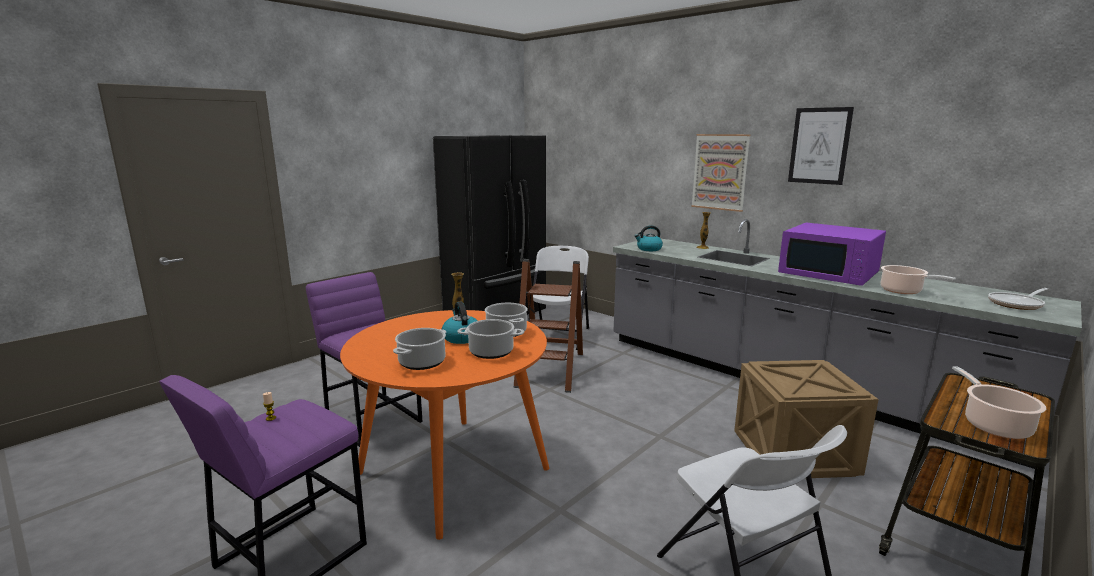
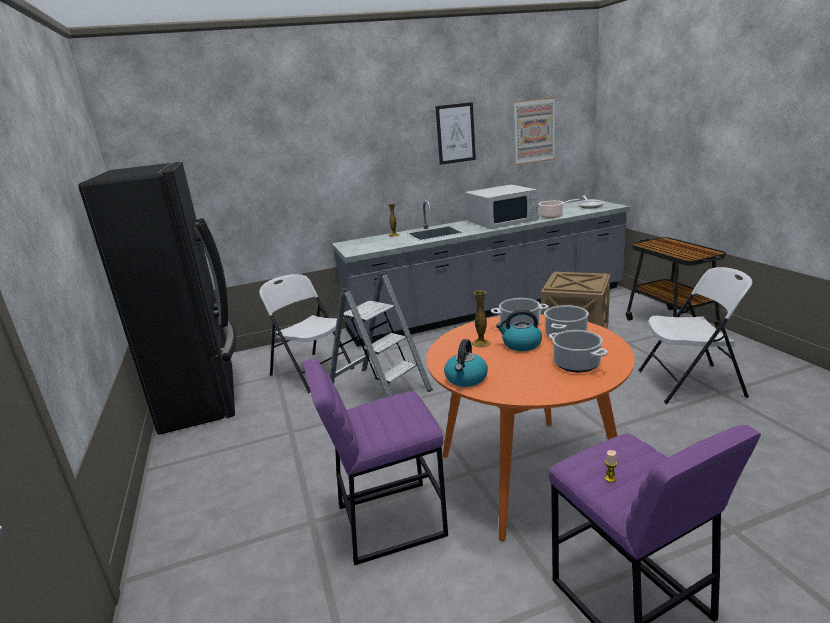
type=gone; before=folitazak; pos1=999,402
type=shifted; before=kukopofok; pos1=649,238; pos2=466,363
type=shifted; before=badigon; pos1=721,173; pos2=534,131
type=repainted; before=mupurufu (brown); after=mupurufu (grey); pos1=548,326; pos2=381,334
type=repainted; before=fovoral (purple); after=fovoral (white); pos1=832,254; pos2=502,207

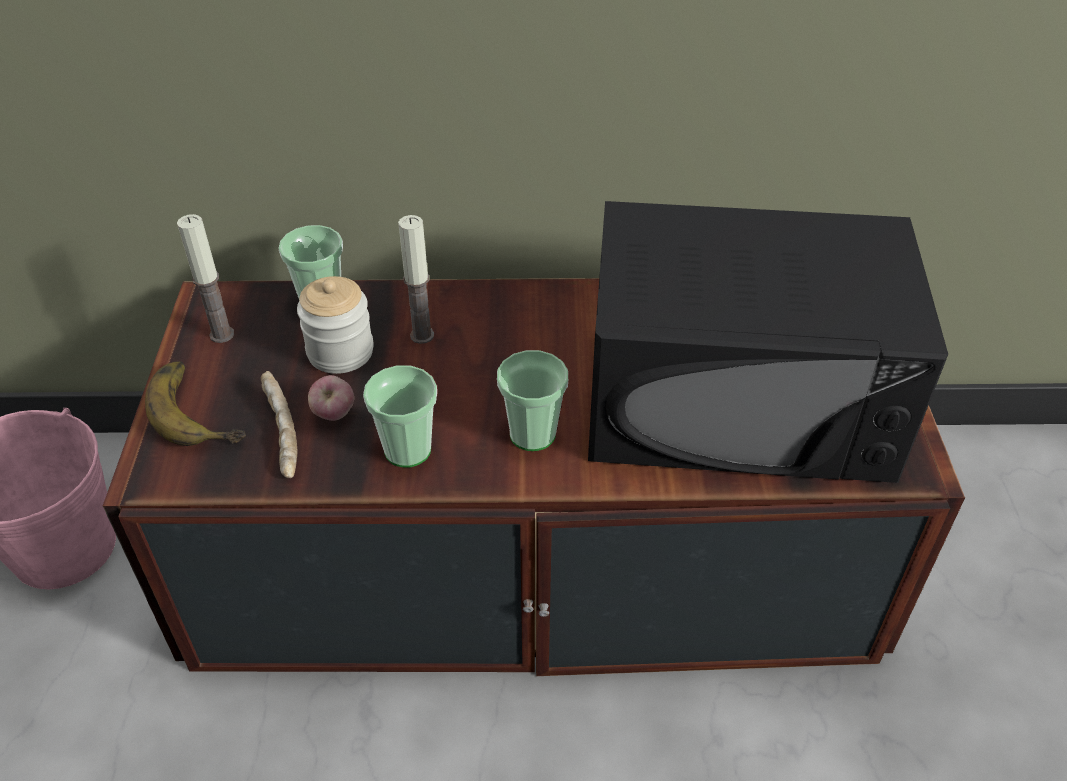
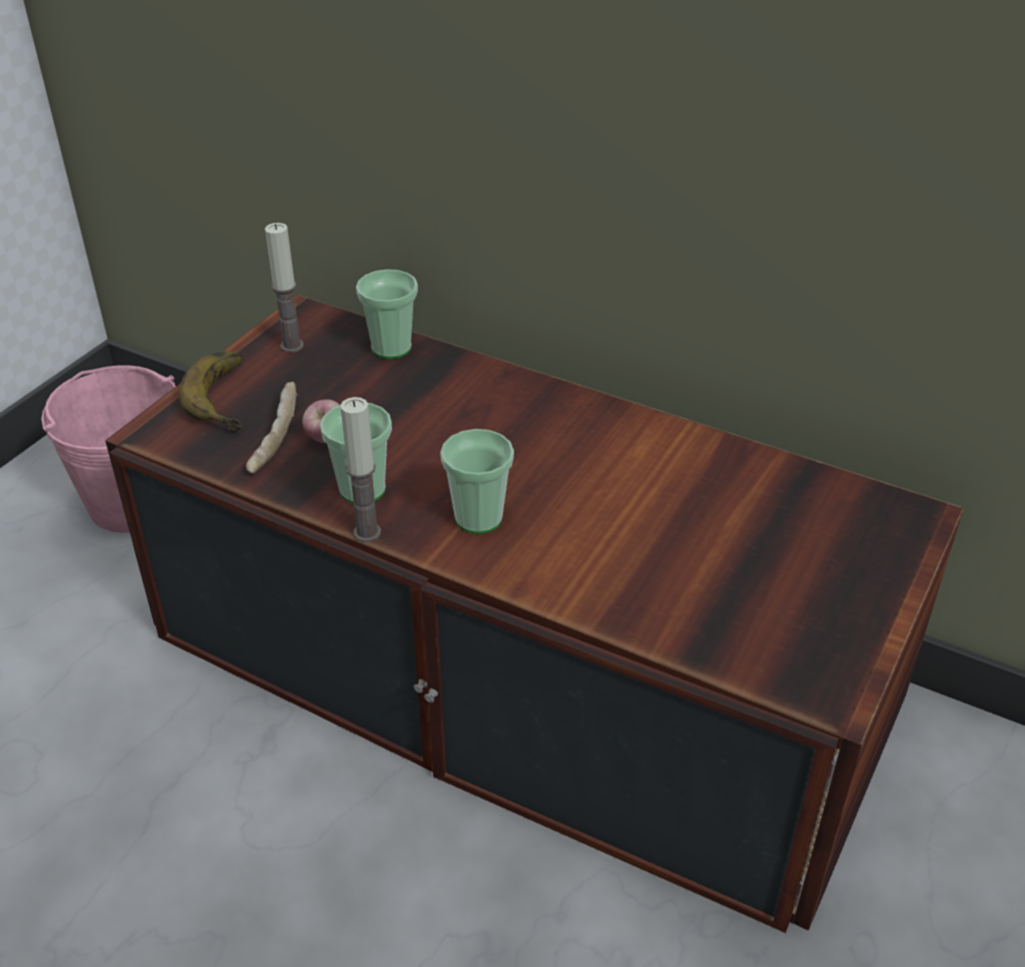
type=gone; before=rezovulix; pos1=335,325
type=gone; before=fovoral (black); pos1=768,342
type=shifted; before=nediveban; pos1=416,279; pos2=360,469

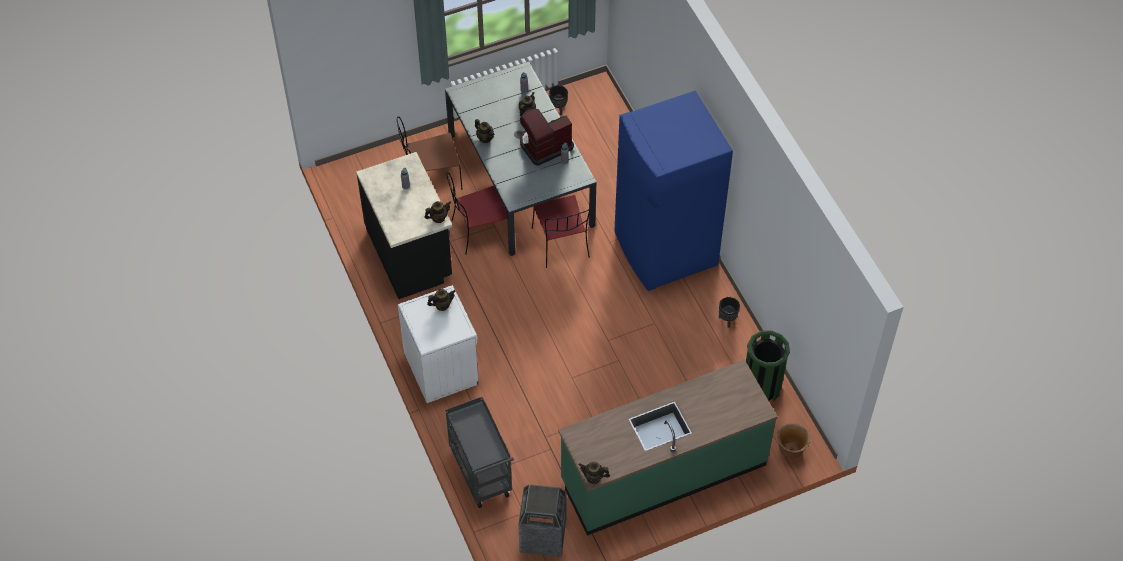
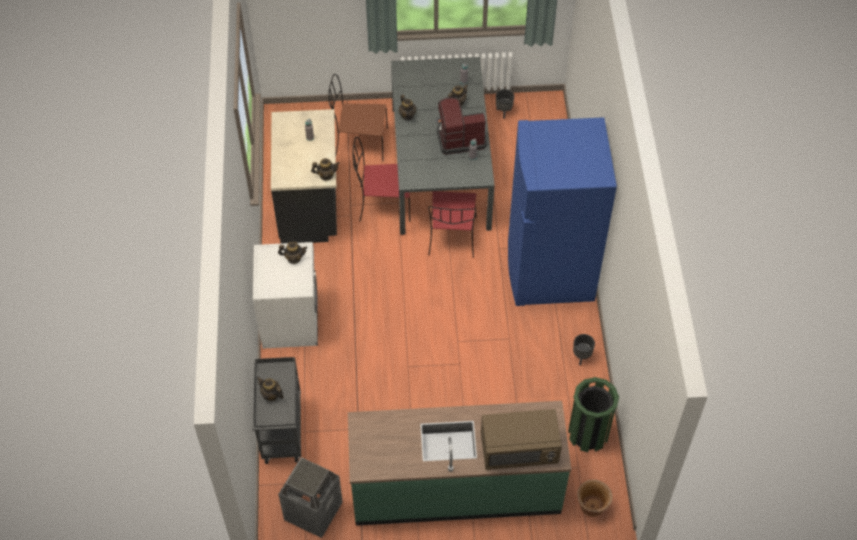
type=new; after=fovoral (brown); pos2=521,439
type=shifted; before=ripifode; pos1=594,472; pos2=270,389

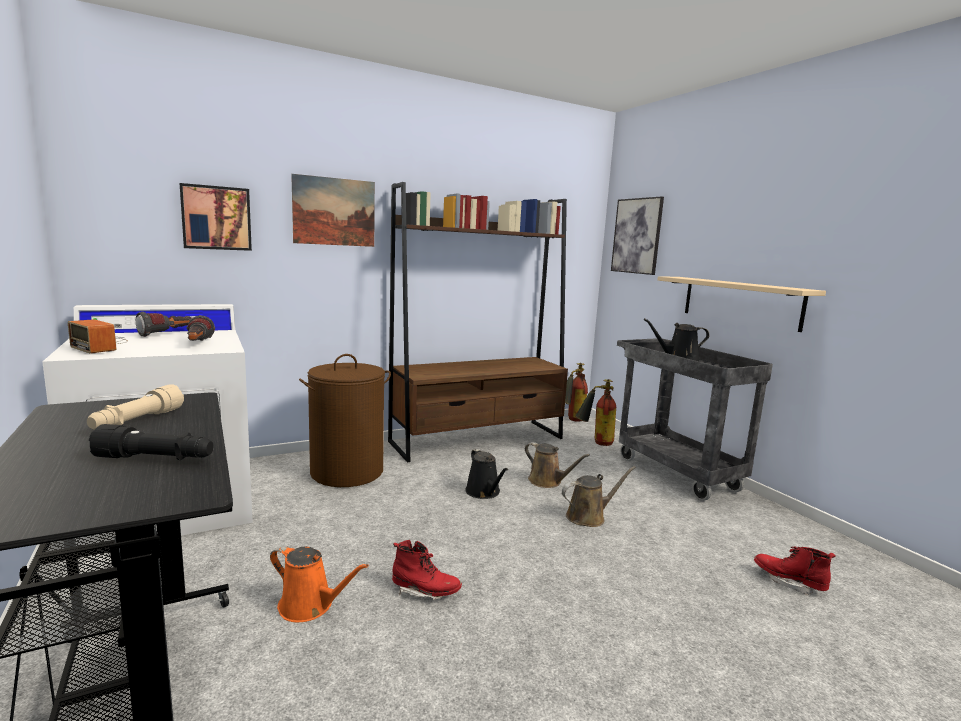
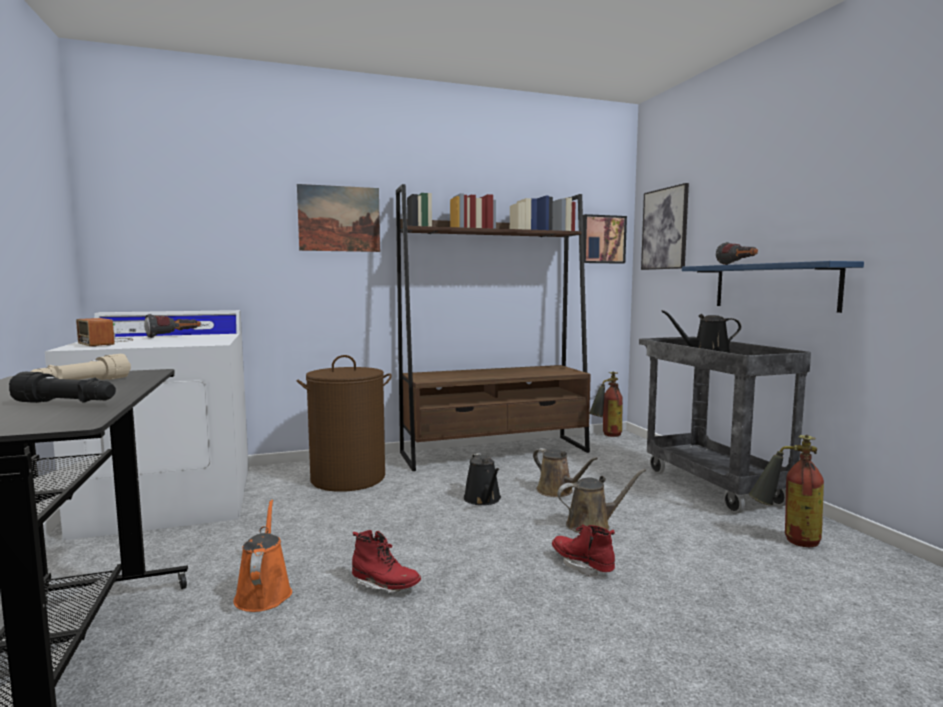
type=shifted; before=badigon; pos1=216,217; pos2=605,239
type=shifted; before=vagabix; pos1=201,328; pos2=737,253
type=shifted; before=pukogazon; pos1=595,412; pos2=786,491
type=shifted; before=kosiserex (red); pos1=795,570; pos2=583,550
type=repainted; before=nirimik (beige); after=nirimik (blue); pos1=742,304; pos2=773,287
type=rotated; before=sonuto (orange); pos1=319,583; pos2=263,556; turn=-135

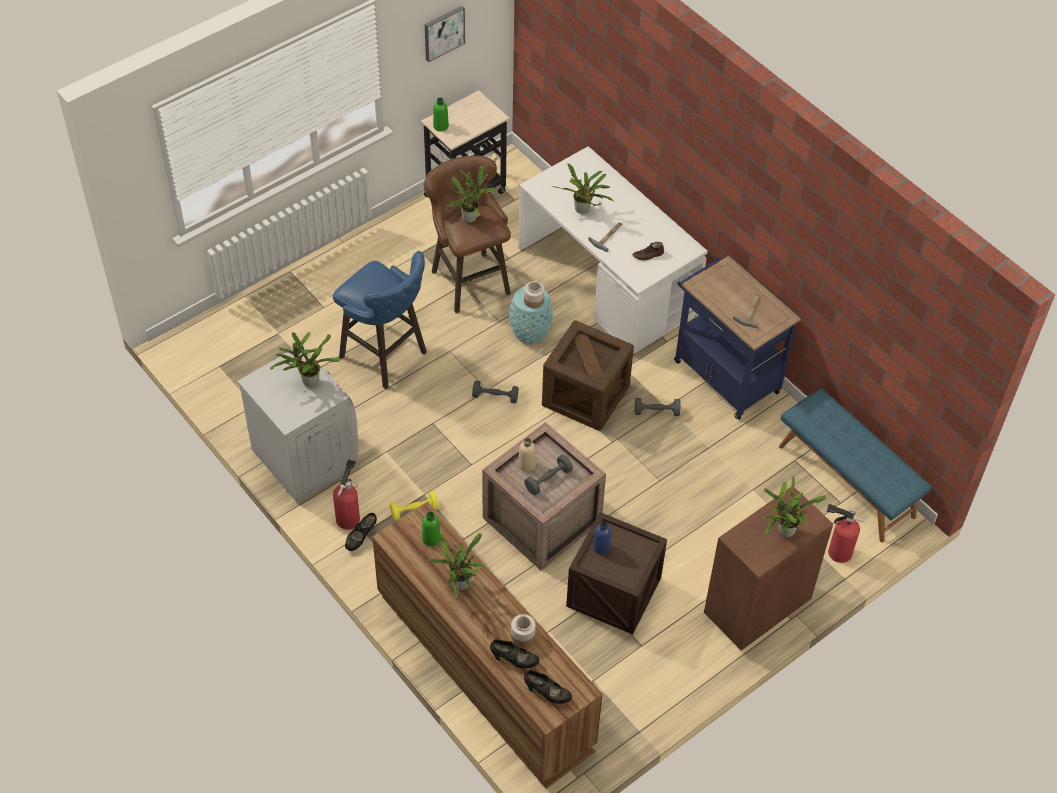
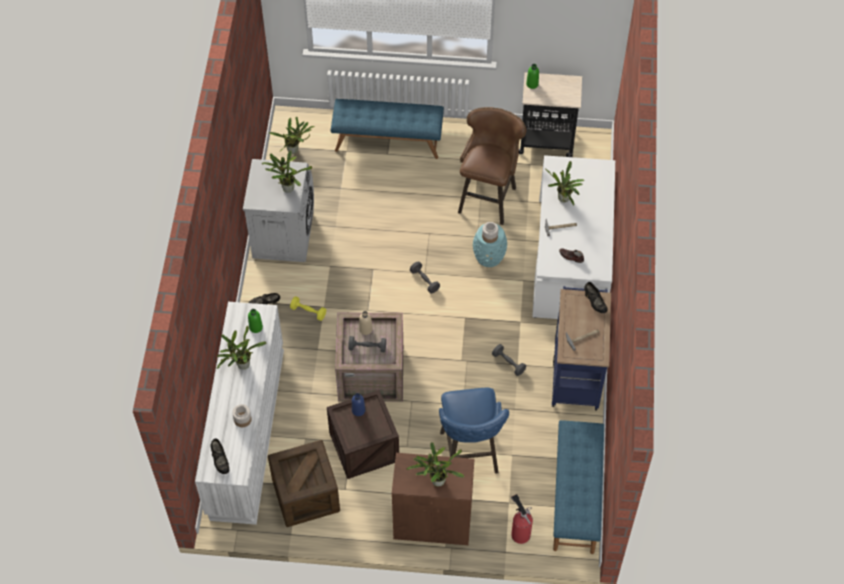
type=gone; before=pukogazon; pos1=346,494
type=gone; before=badigon; pos1=445,34
type=new; after=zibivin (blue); pos2=387,129
type=shifted; before=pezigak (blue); pos1=380,320; pos2=474,431
type=shifted; before=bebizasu; pos1=471,194; pos2=292,135
type=shifted; before=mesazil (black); pos1=515,653; pos2=595,297
type=shifted; before=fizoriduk; pos1=588,375; pos2=304,483
type=repainted; before=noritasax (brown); after=noritasax (white); pos1=487,645; pos2=239,413

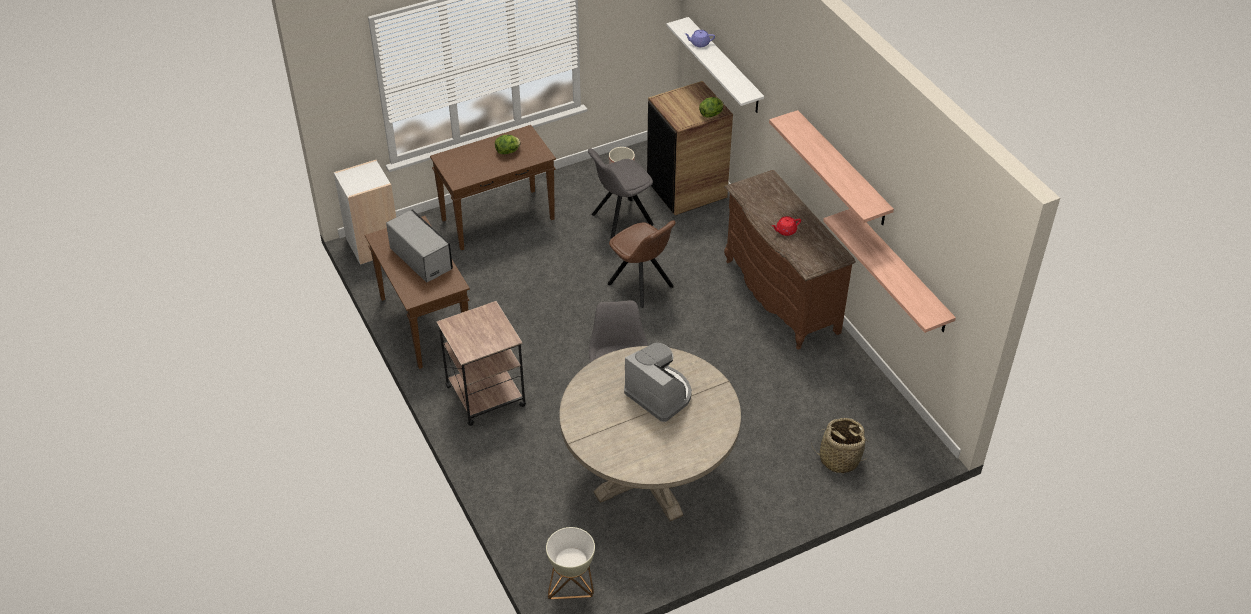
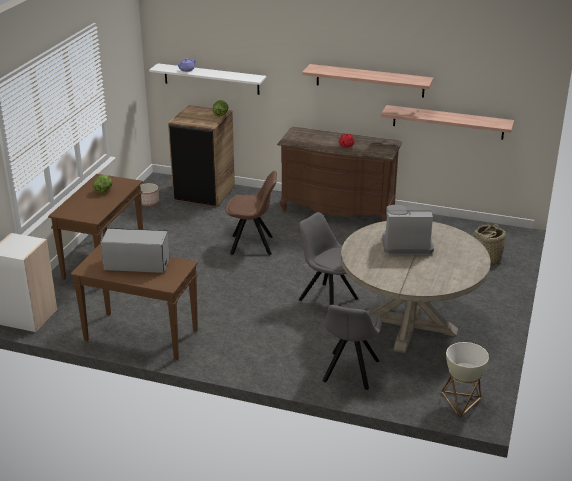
type=gone; before=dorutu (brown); pos1=481,363
type=shifted; before=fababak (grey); pos1=620,193; pos2=352,347

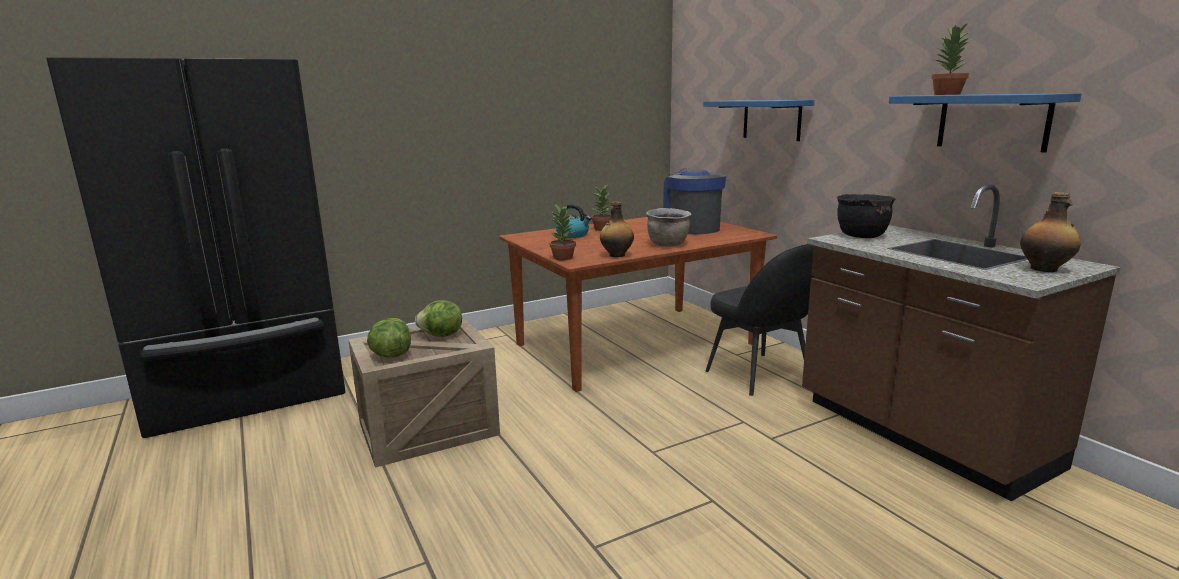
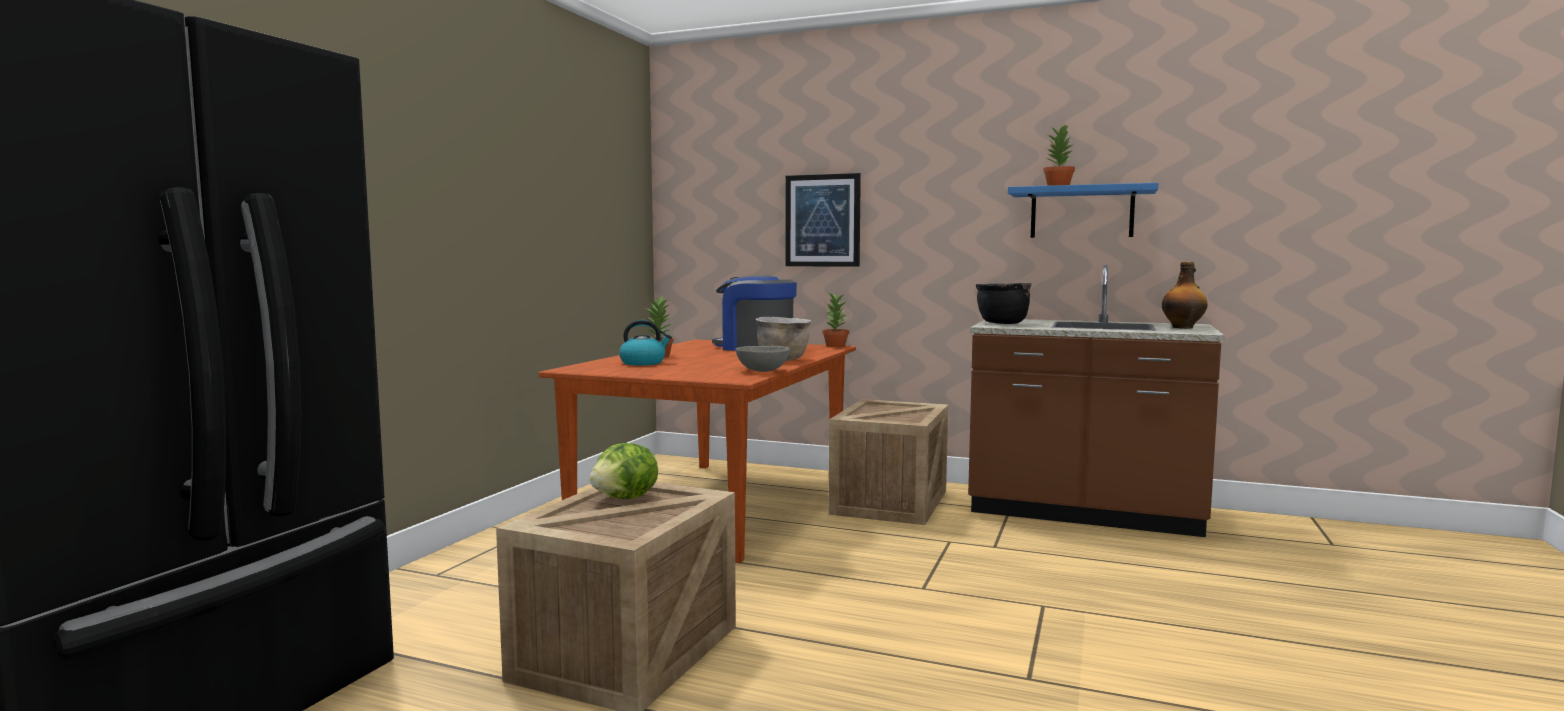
type=gone; before=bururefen; pos1=389,337
type=shifted; before=bebizasu; pos1=563,232; pos2=835,319
type=swapped; before=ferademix; after=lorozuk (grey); pos1=617,229; pos2=763,359
type=swapped; before=nirimik (blue); after=badigon; pos1=758,120; pos2=823,220
type=swapped; before=fababak (black); after=fizoriduk; pos1=759,320; pos2=888,462

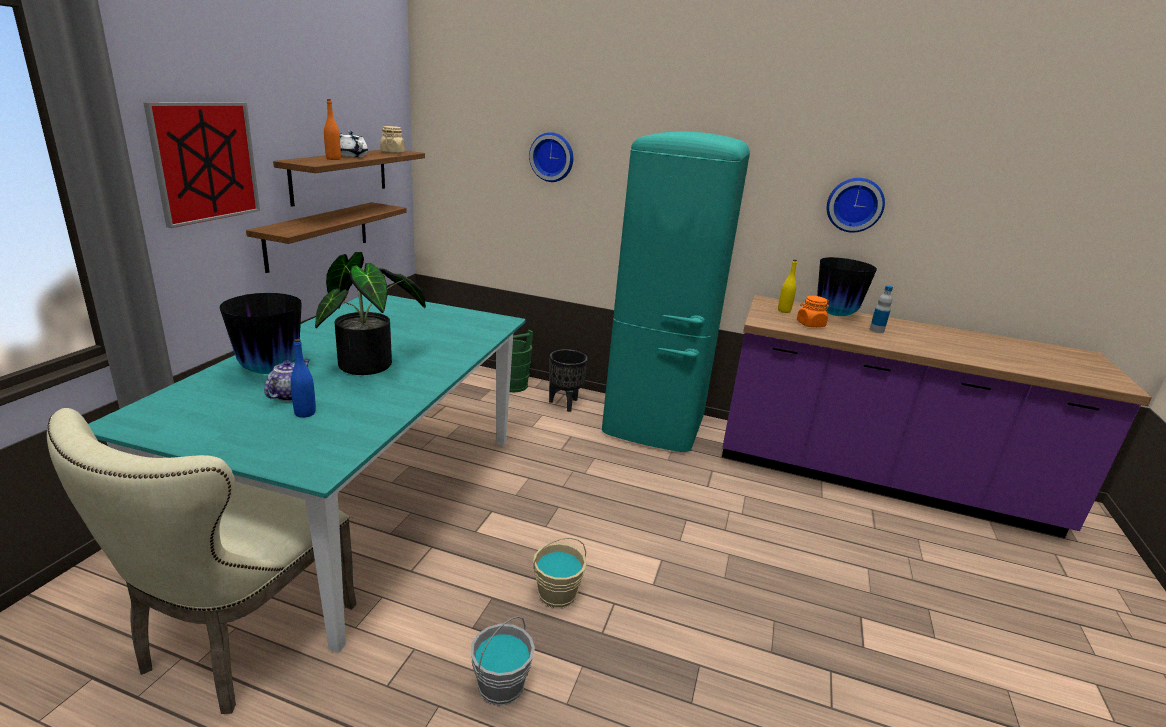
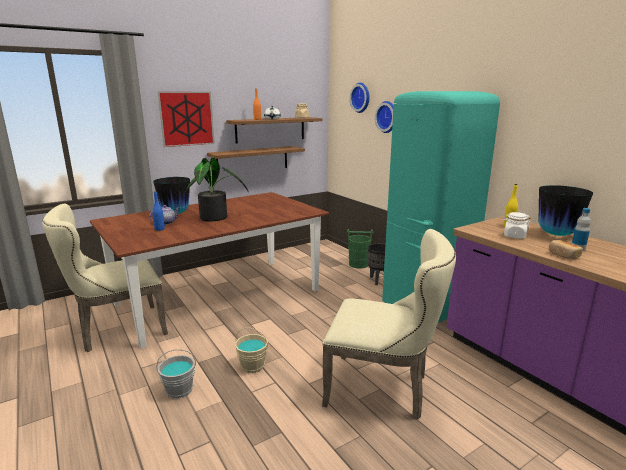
type=new; after=fababak (beige); pos2=389,324
type=new; after=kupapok; pos2=566,249
type=shifted; before=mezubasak; pos1=856,205; pos2=360,98
type=repainted; before=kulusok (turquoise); after=kulusok (brown); pos1=307,474; pos2=209,270
type=repainted; before=rezovulix (orange); after=rezovulix (white); pos1=813,311; pos2=517,225

